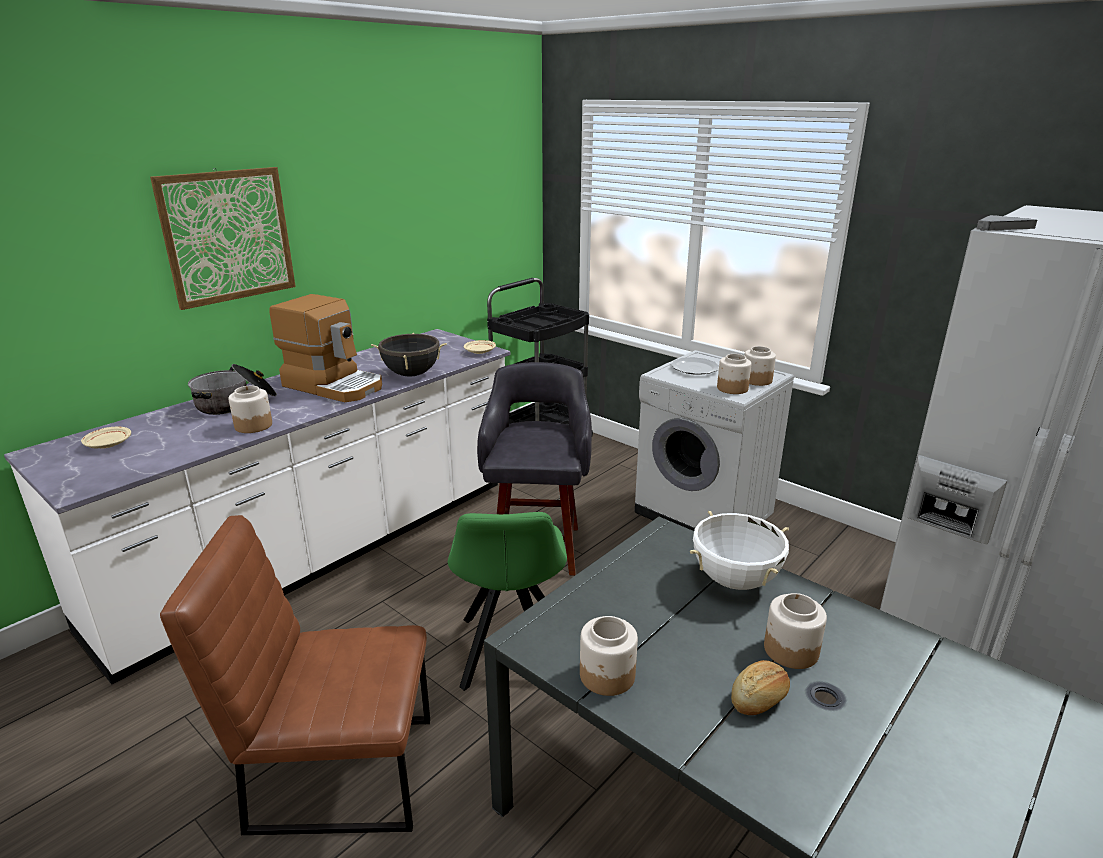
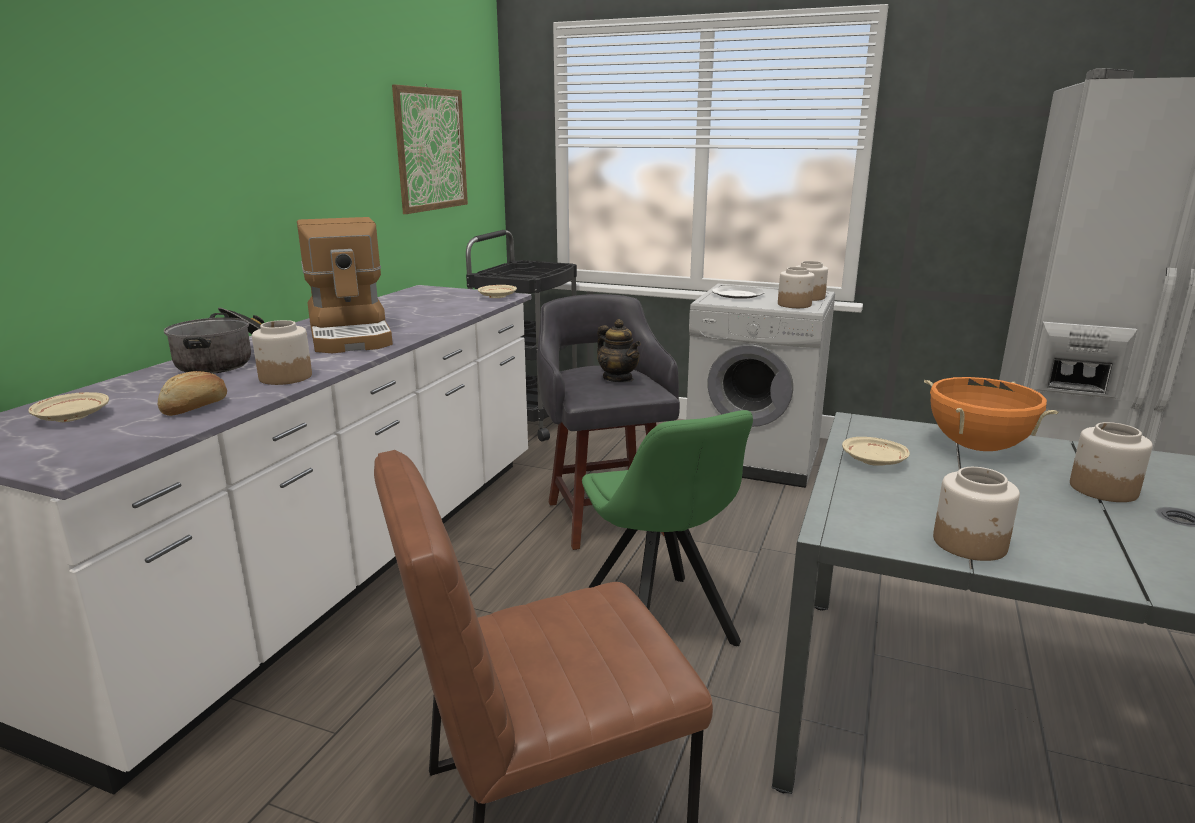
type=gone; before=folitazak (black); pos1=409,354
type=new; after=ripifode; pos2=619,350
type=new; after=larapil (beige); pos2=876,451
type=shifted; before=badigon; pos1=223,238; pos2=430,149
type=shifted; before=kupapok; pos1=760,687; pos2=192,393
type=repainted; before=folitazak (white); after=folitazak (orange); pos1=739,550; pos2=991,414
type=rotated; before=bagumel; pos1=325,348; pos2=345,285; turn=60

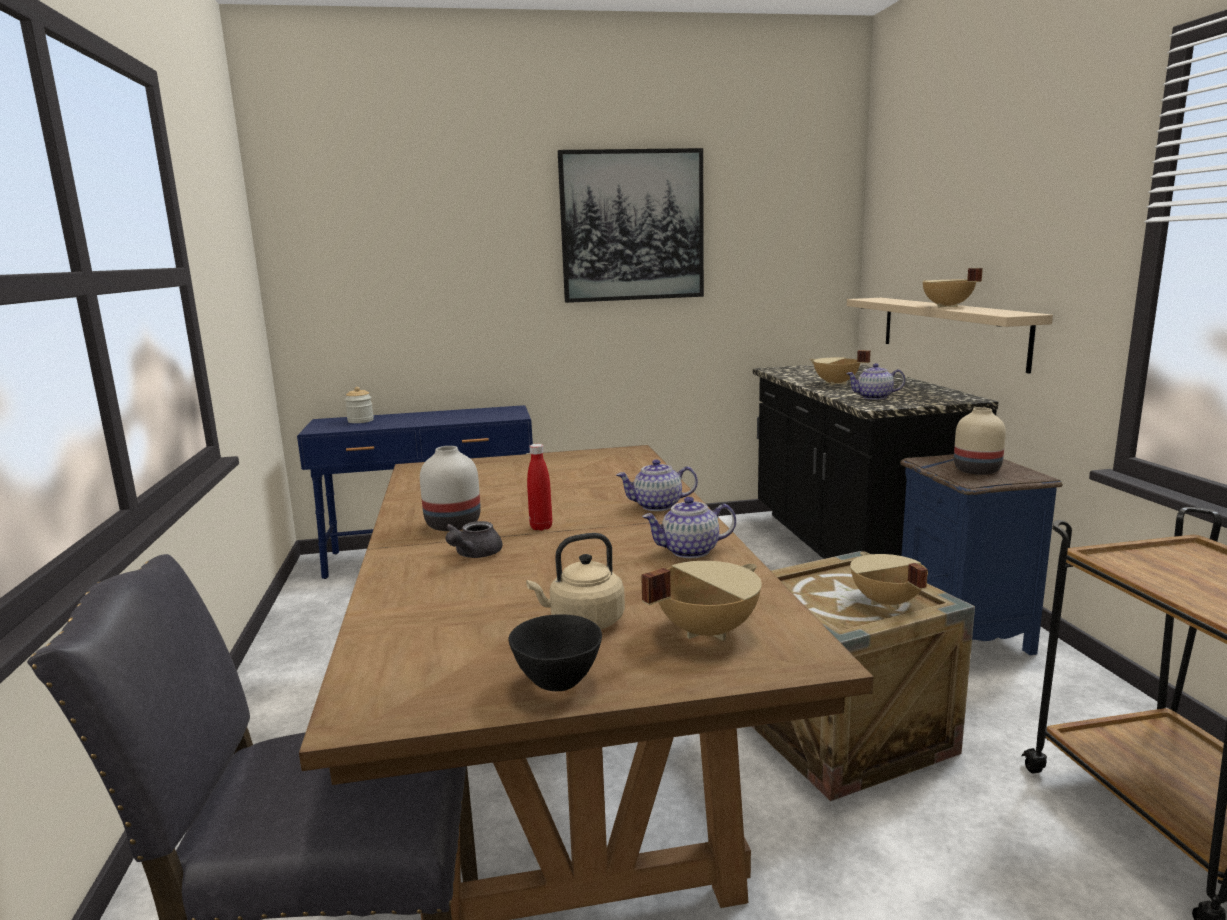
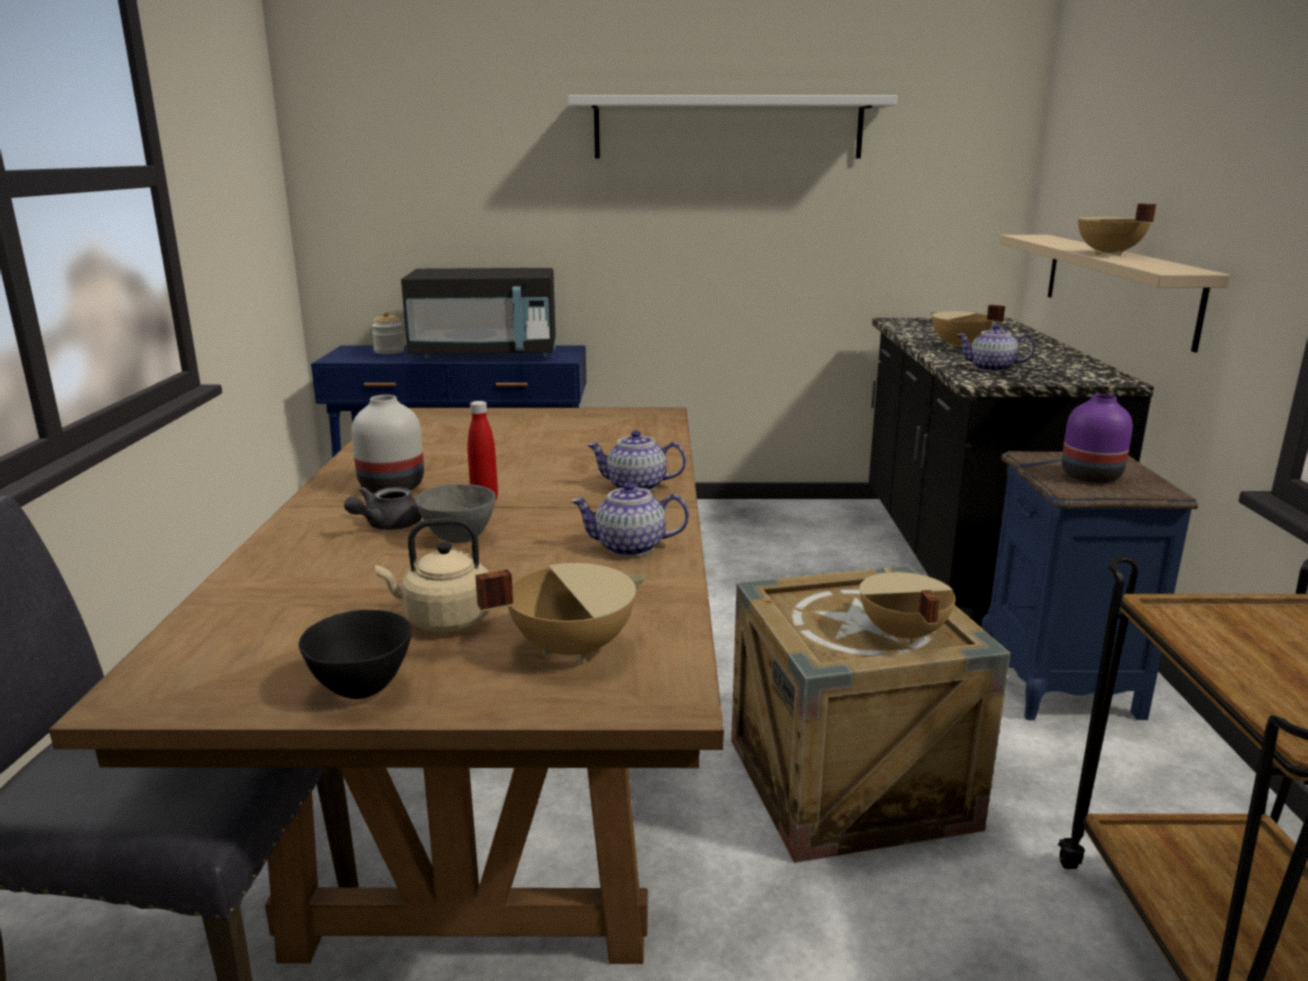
type=new; after=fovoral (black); pos2=478,313
type=new; after=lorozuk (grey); pos2=455,513
type=swapped; before=badigon; after=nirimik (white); pos1=631,225; pos2=732,126
type=repainted; before=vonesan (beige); after=vonesan (purple); pos1=980,441; pos2=1097,438

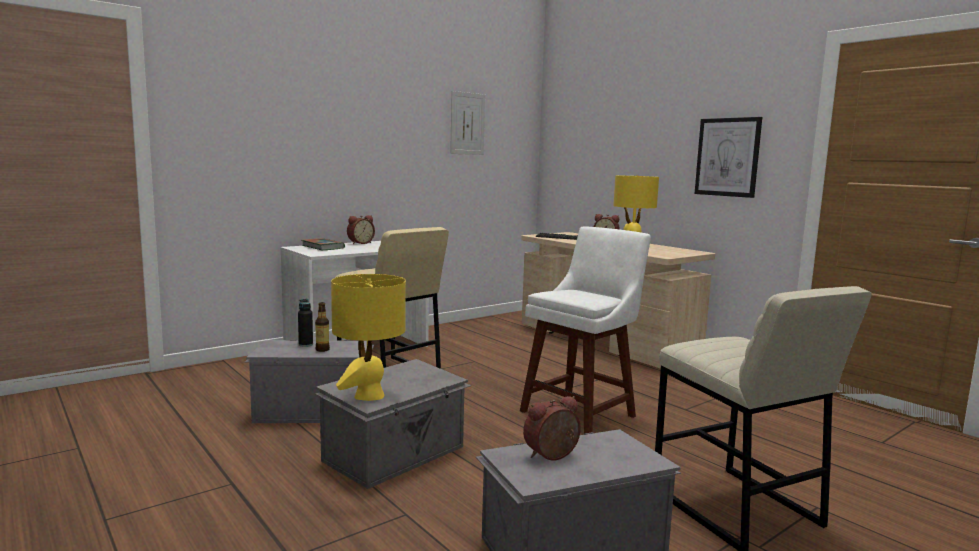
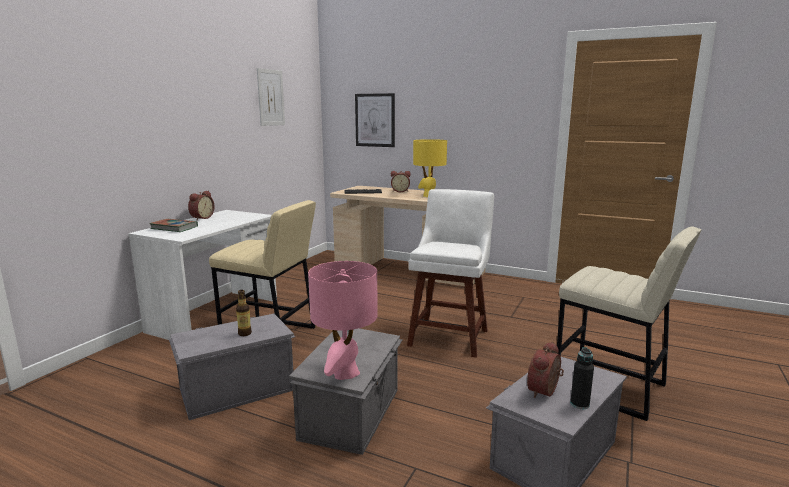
type=shifted; before=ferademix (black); pos1=305,323; pos2=582,378
type=shifted; before=badigon; pos1=728,157; pos2=375,120
type=repainted; before=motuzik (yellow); after=motuzik (pink); pos1=368,337; pos2=343,320

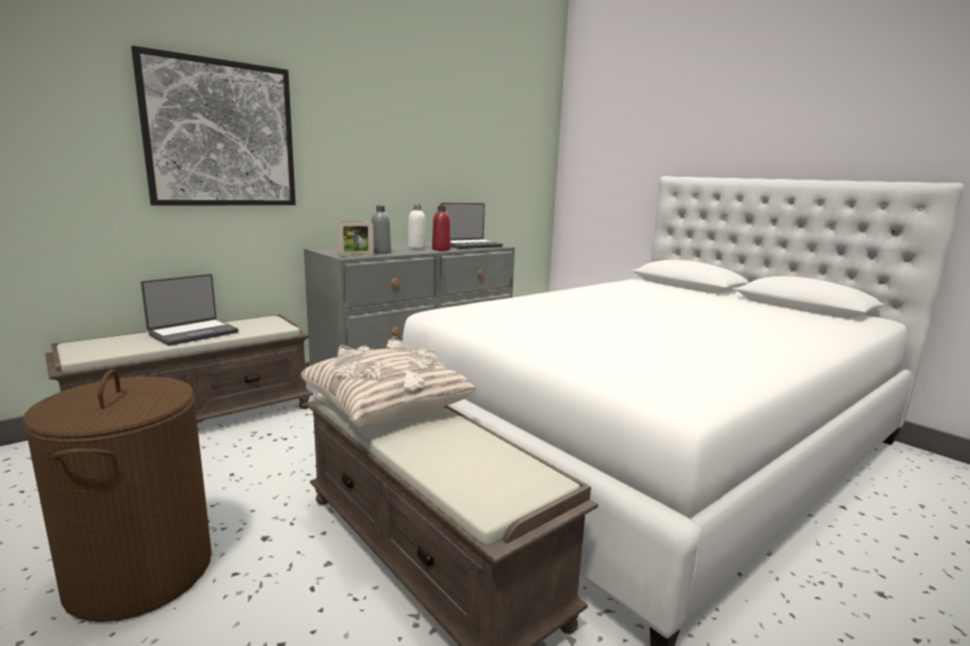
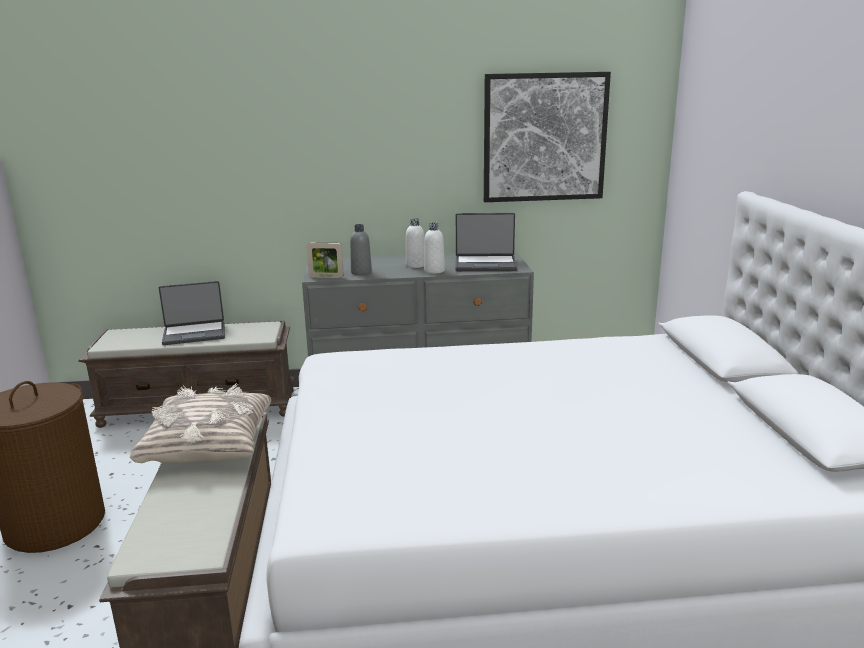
type=shifted; before=badigon; pos1=213,126; pos2=547,137
type=repainted; before=ferademix (red); after=ferademix (white); pos1=441,228; pos2=434,248

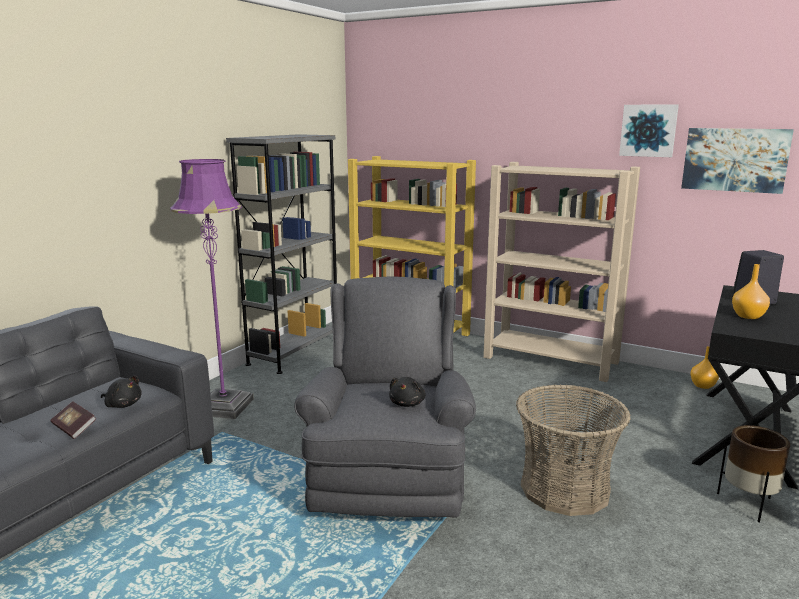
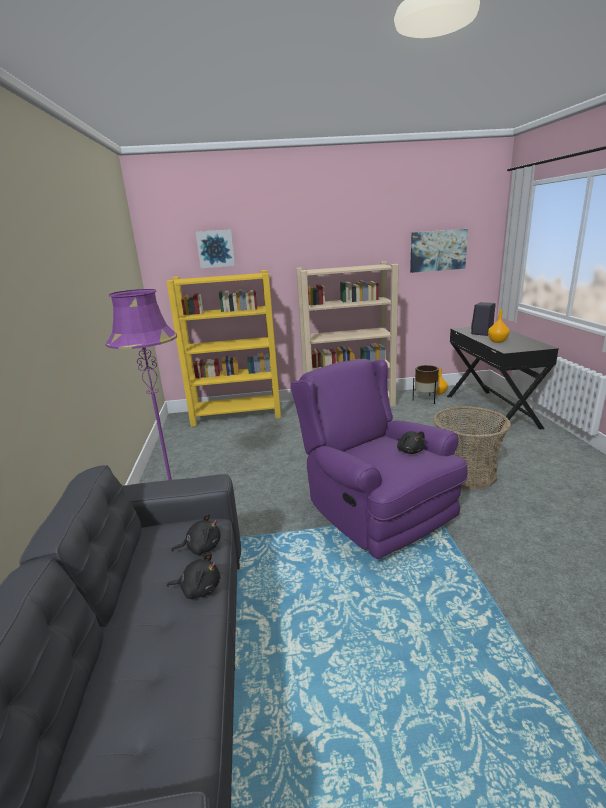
type=gone; before=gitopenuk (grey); pos1=281,254
type=shifted; before=badigon; pos1=649,130; pos2=215,248
type=shifted; before=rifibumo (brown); pos1=753,473; pos2=426,384
type=swapped; before=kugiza; after=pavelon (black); pos1=73,420; pos2=193,576
type=repainted; before=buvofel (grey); after=buvofel (purple); pos1=385,397; pos2=379,459

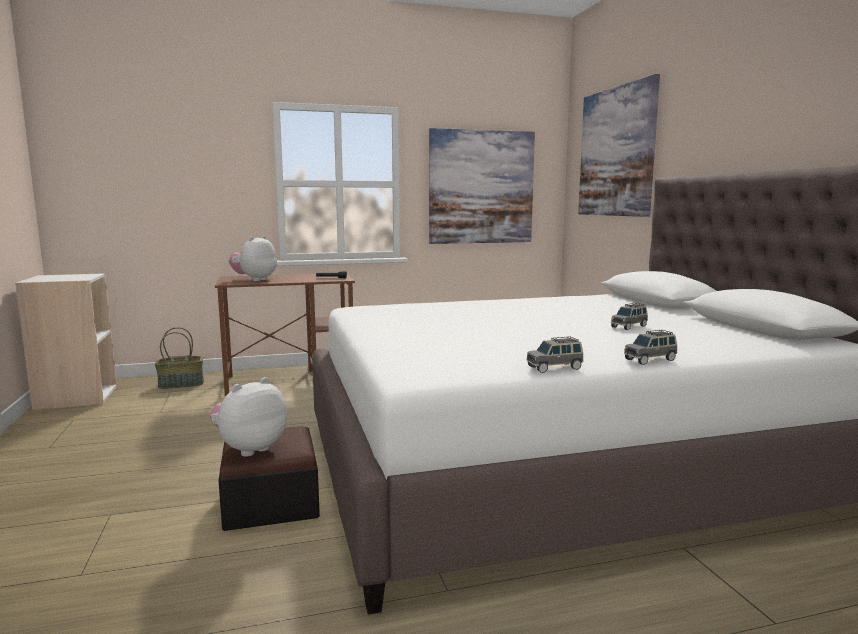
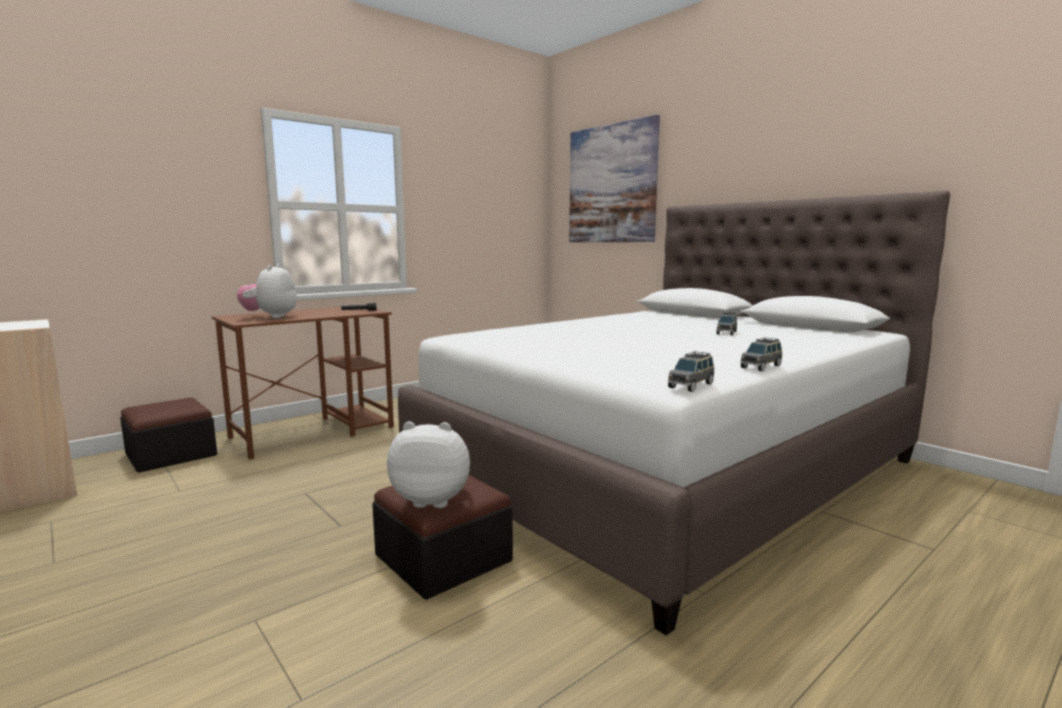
type=gone; before=badigon; pos1=482,186
type=shifted; before=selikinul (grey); pos1=650,347; pos2=691,371
type=swapped; before=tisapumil; after=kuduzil; pos1=179,358; pos2=168,435
type=rotated; before=pavelon; pos1=248,417; pos2=428,464; turn=75

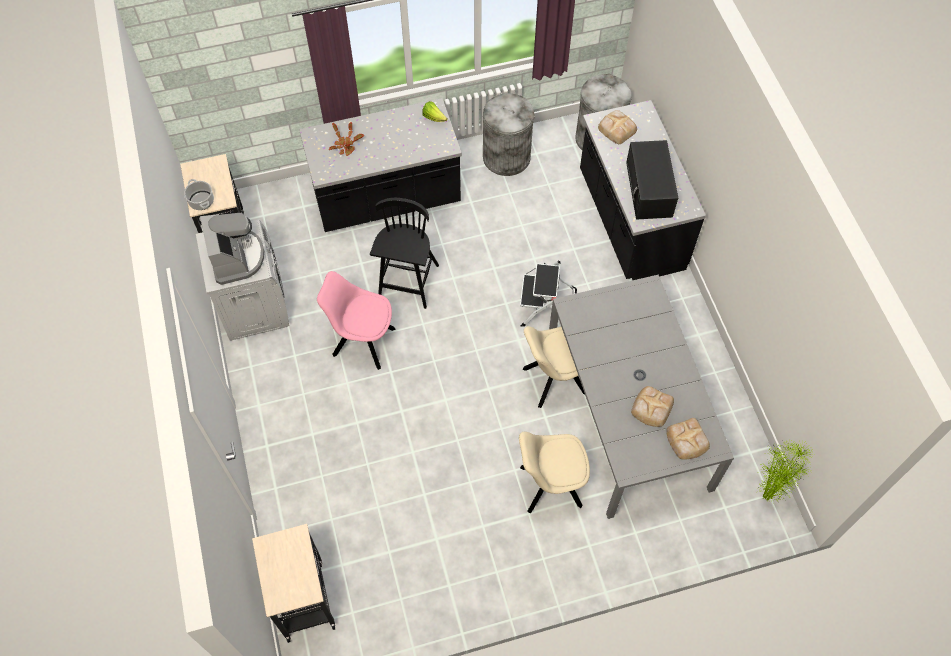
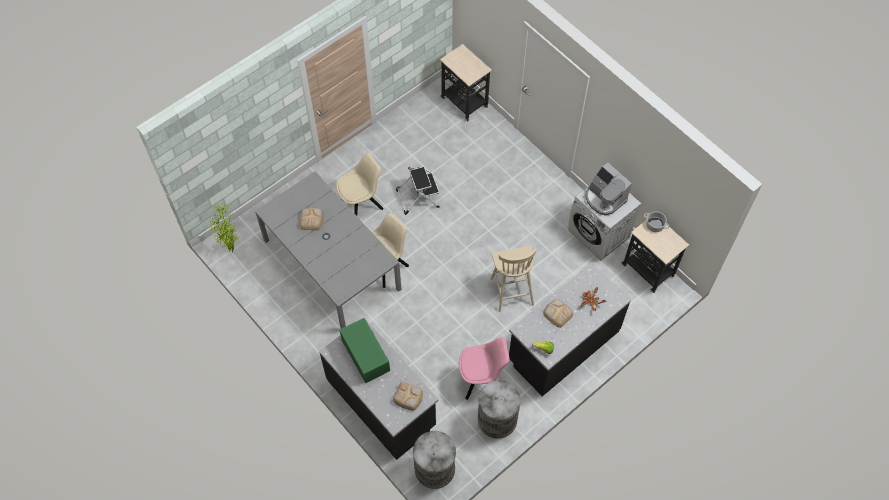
type=shifted; before=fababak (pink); pos1=356,320; pos2=484,368
type=shifted; before=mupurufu; pos1=548,294; pos2=418,191
type=shifted; before=kupapok; pos1=688,439; pos2=558,313
type=repainted; before=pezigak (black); after=pezigak (beige); pos1=404,253; pos2=513,279
type=repainted; before=fovoral (black); after=fovoral (green); pos1=652,180; pos2=365,350

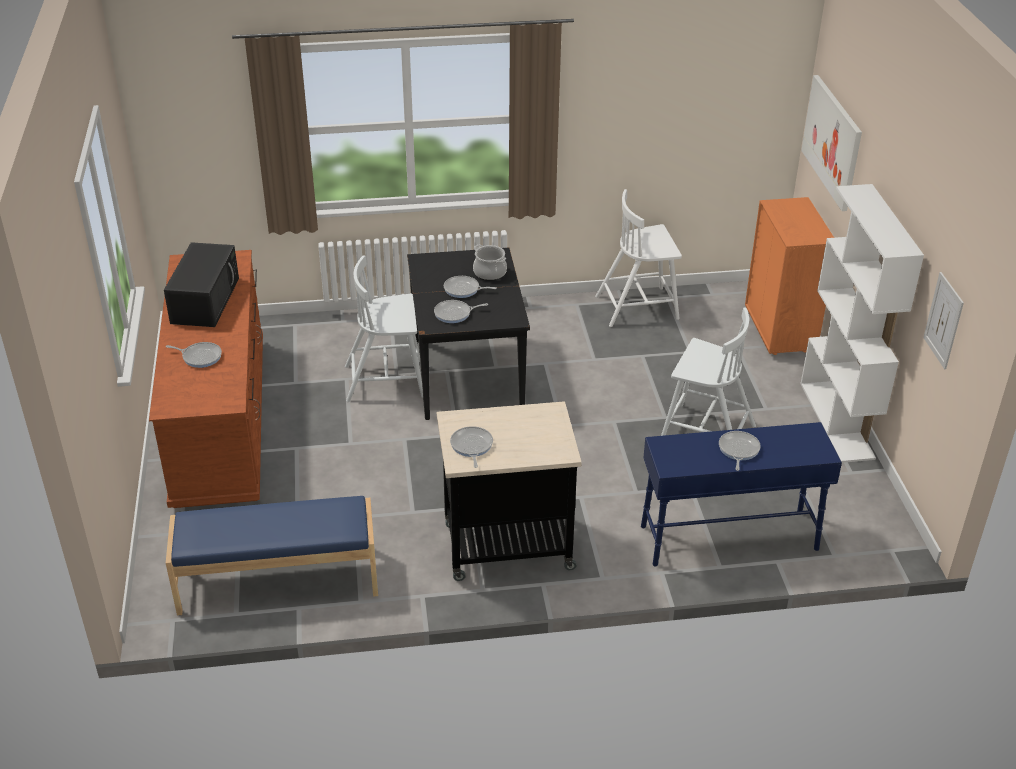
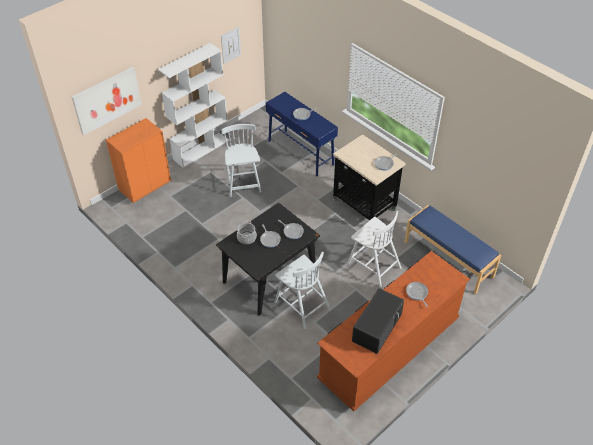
type=shifted; before=fababak (white); pos1=638,258; pos2=374,249
type=rotated; before=fovoral (black); pos1=201,284; pos2=378,321; turn=150

